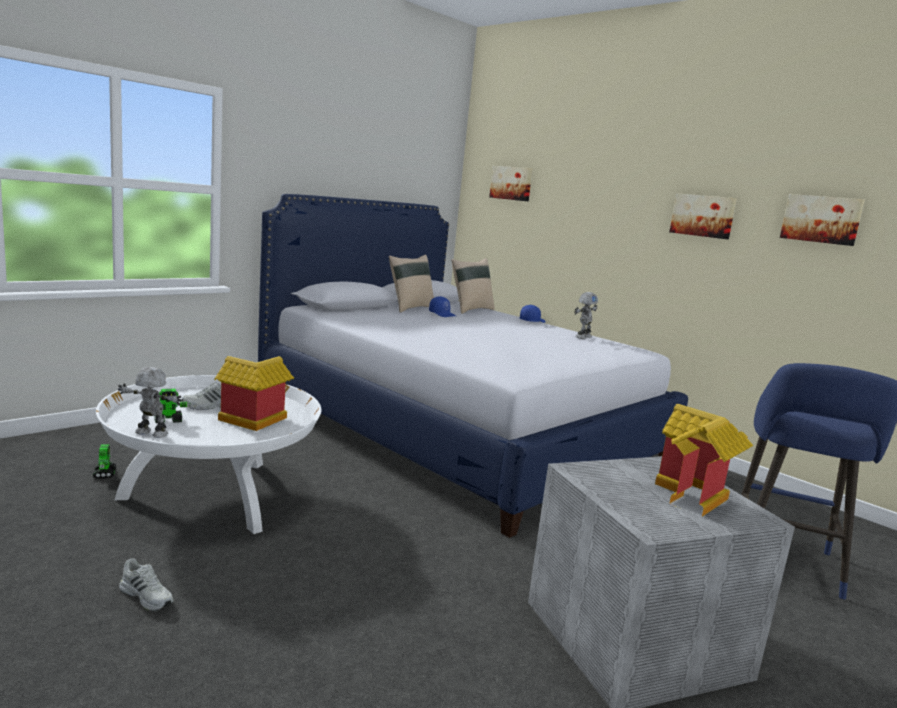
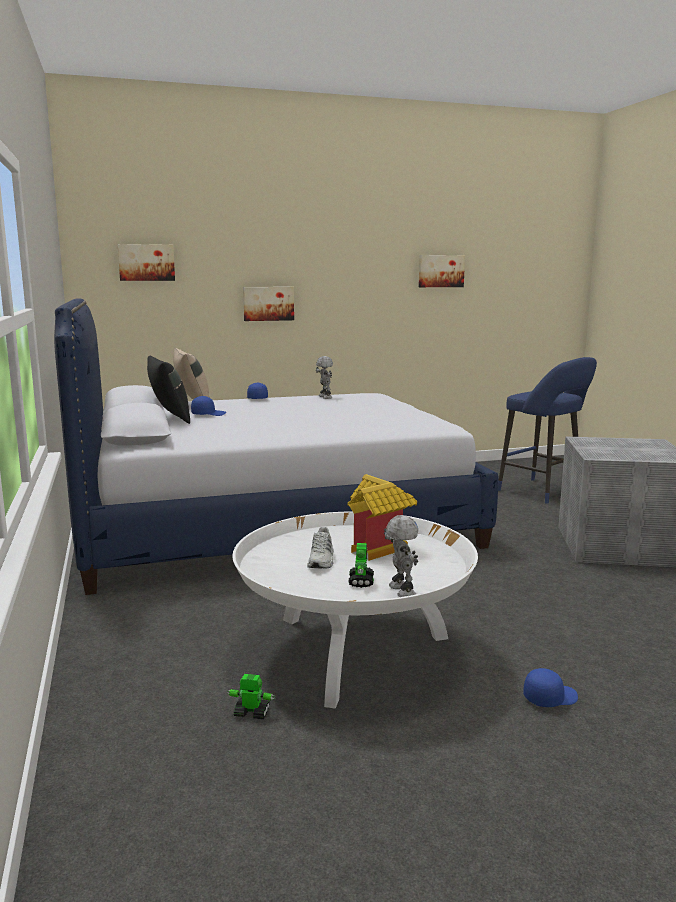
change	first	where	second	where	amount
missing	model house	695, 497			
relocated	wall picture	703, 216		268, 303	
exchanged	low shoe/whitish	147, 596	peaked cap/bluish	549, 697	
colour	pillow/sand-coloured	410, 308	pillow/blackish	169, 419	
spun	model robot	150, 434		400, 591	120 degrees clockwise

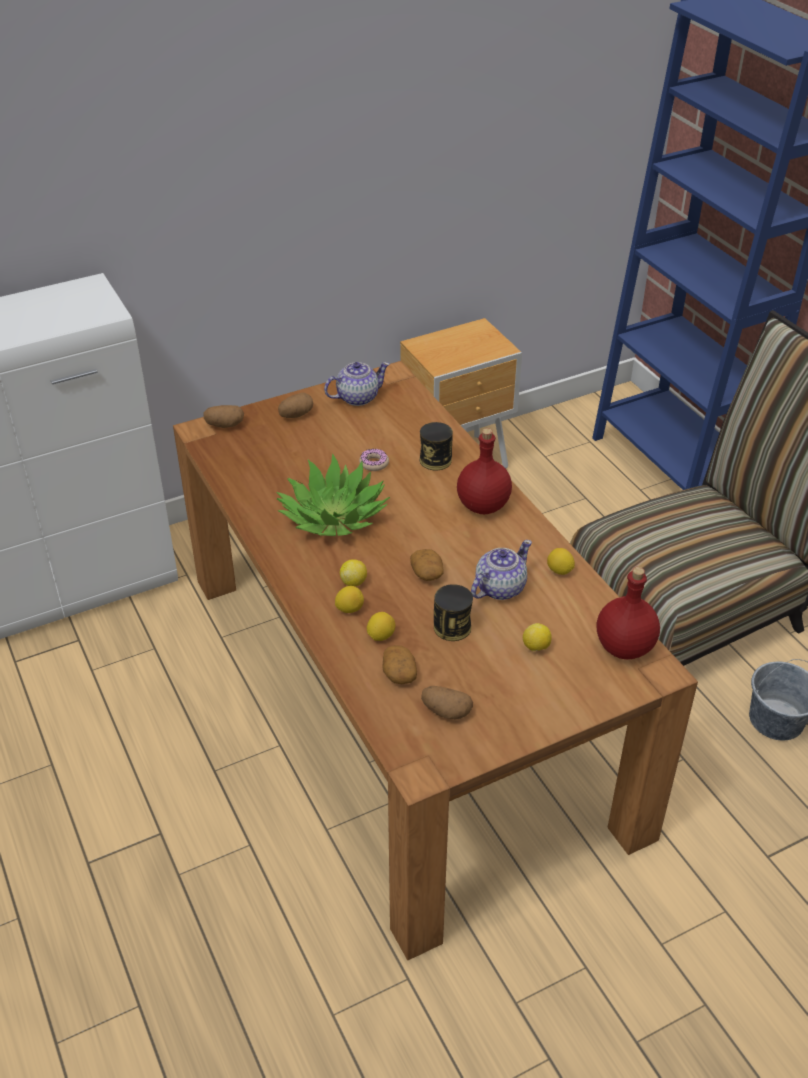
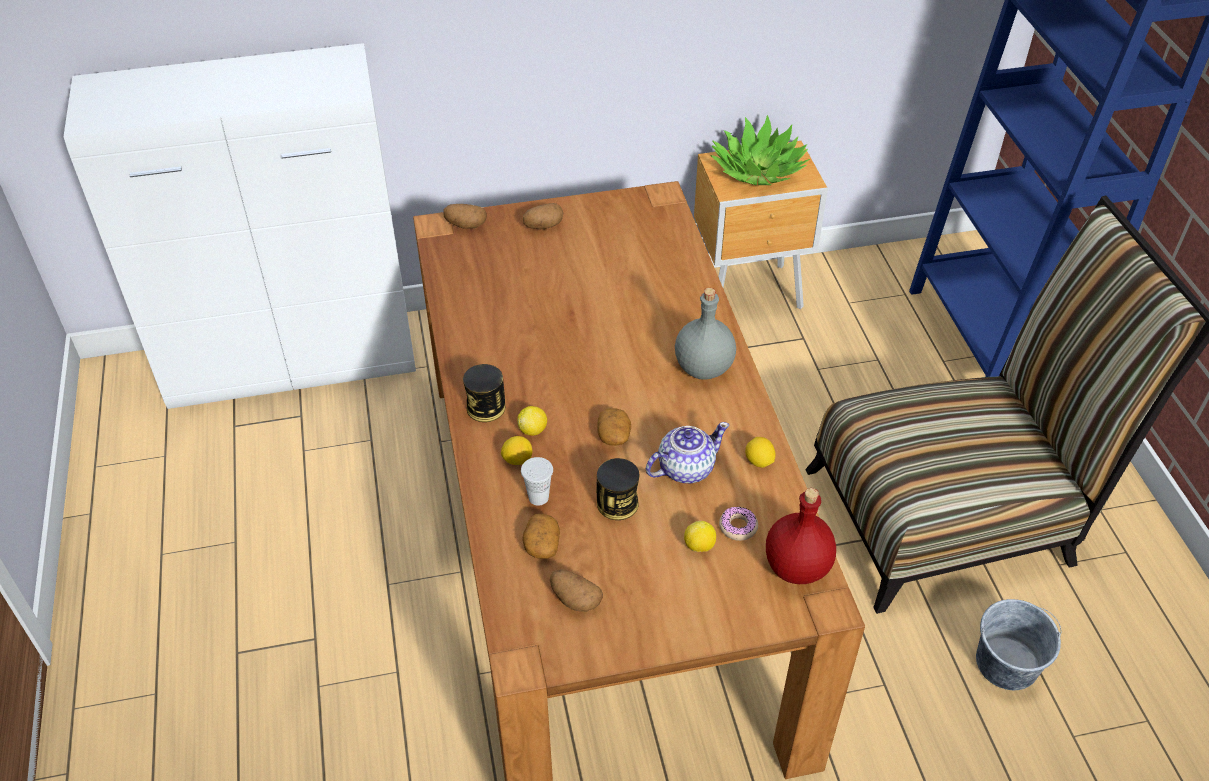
change	first	where	second	where	amount
missing	tea pot	357, 397			
relocated	houseplant	333, 516		757, 170	
relocated	ring doughnut	374, 463		738, 527	
relocated	metal can	435, 460		486, 407	
exchanged	lemon	381, 636	drinking cup/whitish	538, 497	
colour	bottle/red-coloured	482, 506	bottle/gray	702, 368	

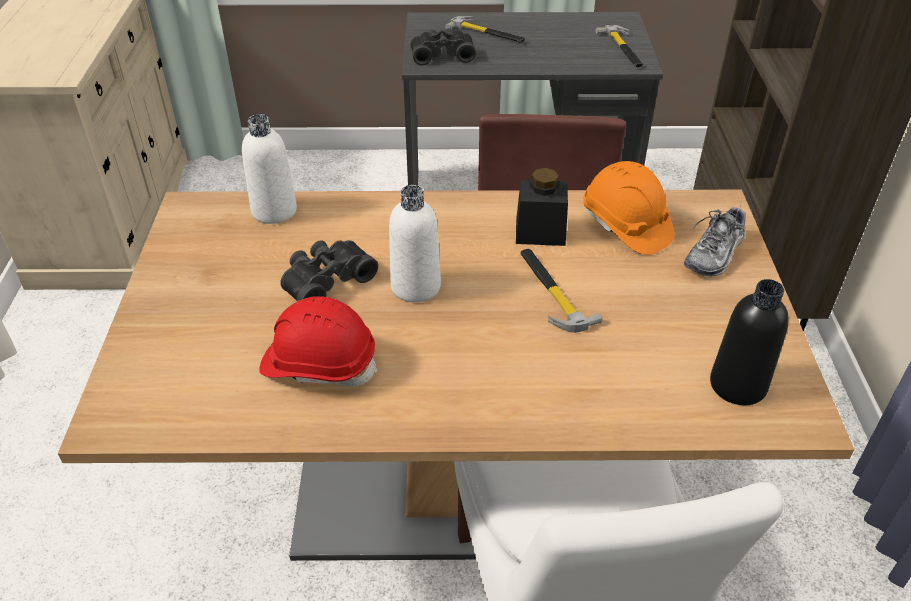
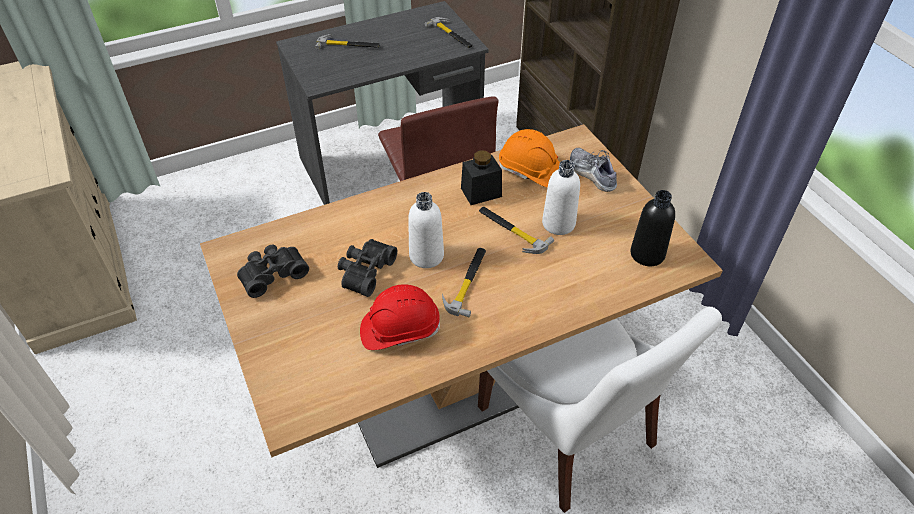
change	first	where	second	where	amount
appeared			hand hammer	467, 282	
relocated	bottle/whitish	274, 211		558, 223	
relocated	pair of binoculars/blackish	442, 54		272, 274	
spun	low shoe	714, 254		592, 174	135 degrees clockwise

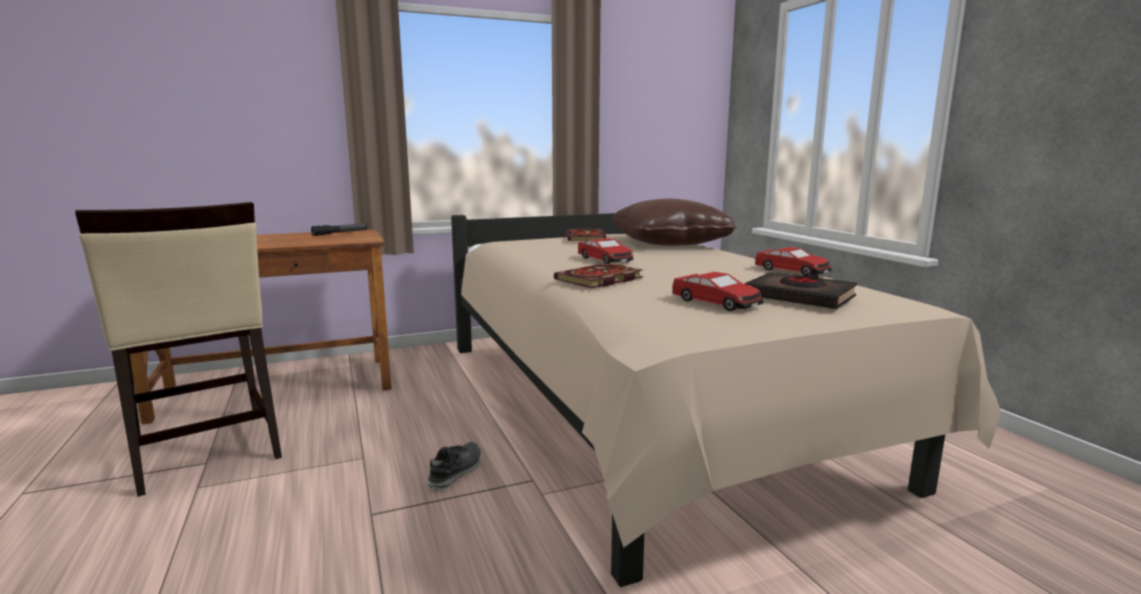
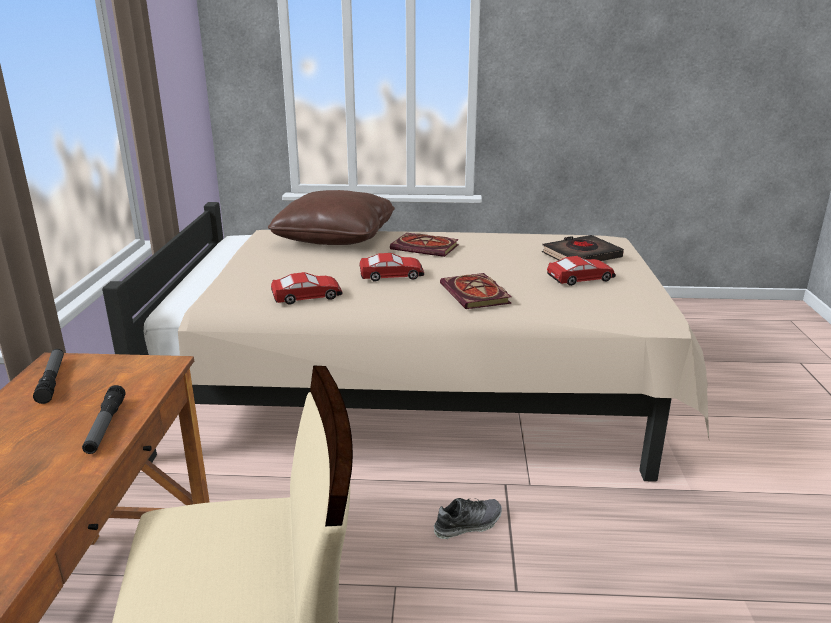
change	first	where	second	where	amount
appeared			flashlight	105, 426	
relocated	bound book	586, 238		426, 247	
relocated	toy car	792, 271		307, 296	
spun	low shoe	455, 473		468, 525	105 degrees clockwise

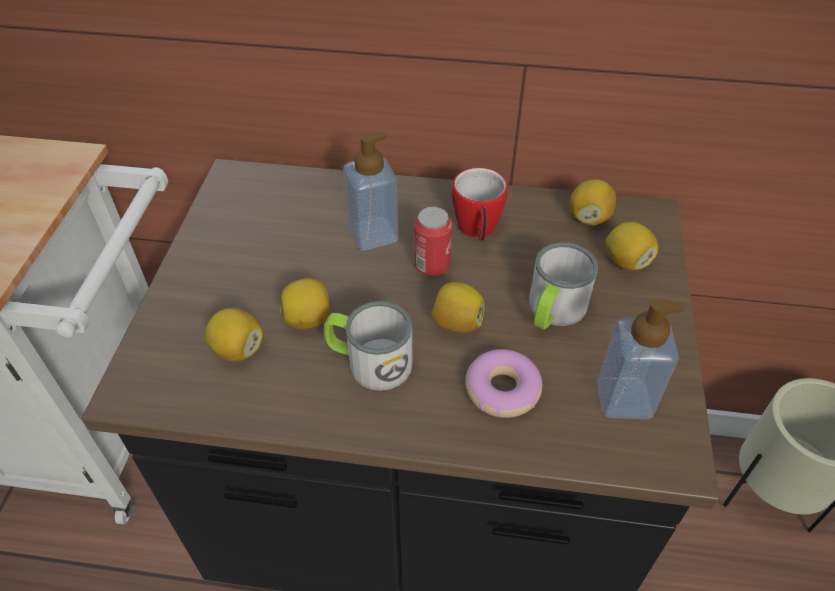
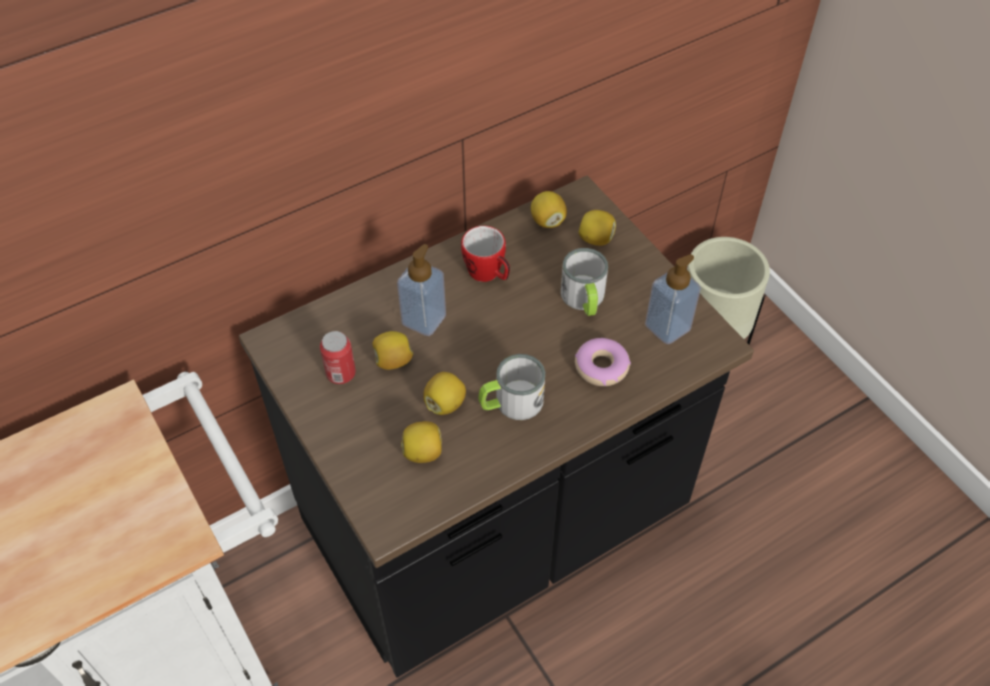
change	first	where	second	where	amount
relocated	metal can	432, 266		341, 373	
relocated	lemon	457, 322		393, 361	

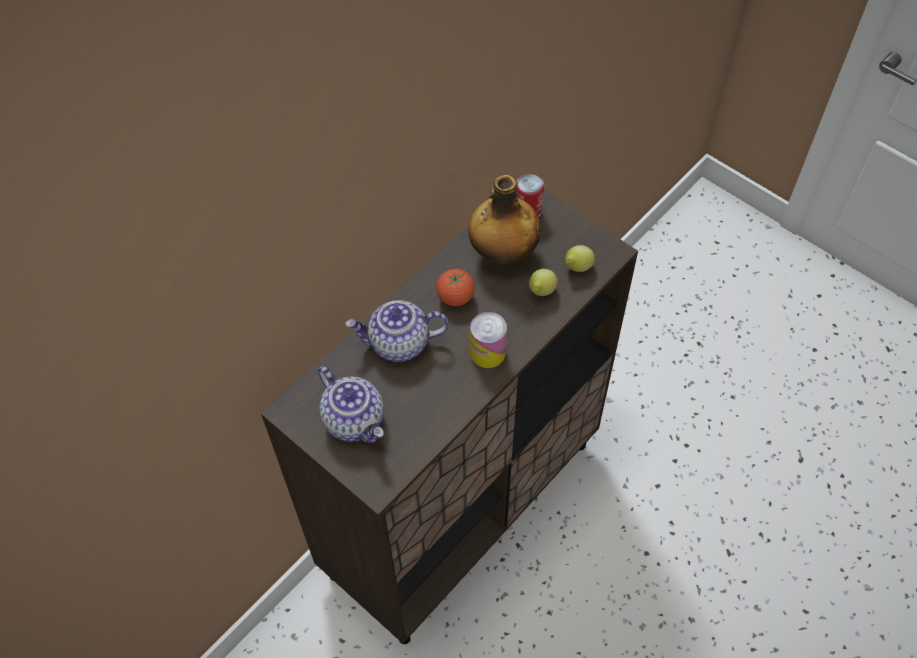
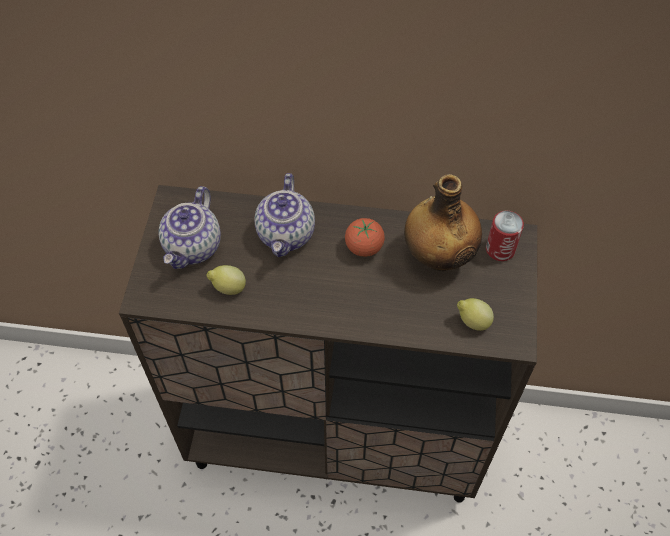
change	first	where	second	where	amount
missing	metal can	487, 352			
relocated	lemon	541, 292		228, 288	
spun	tea pot	399, 344		286, 234	135 degrees counterclockwise

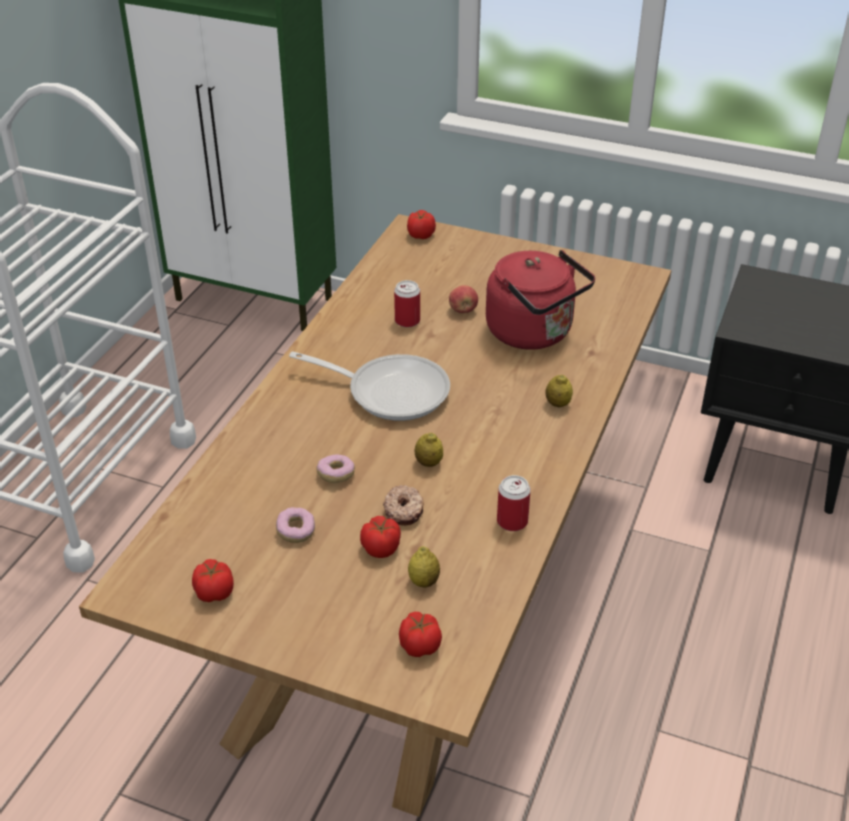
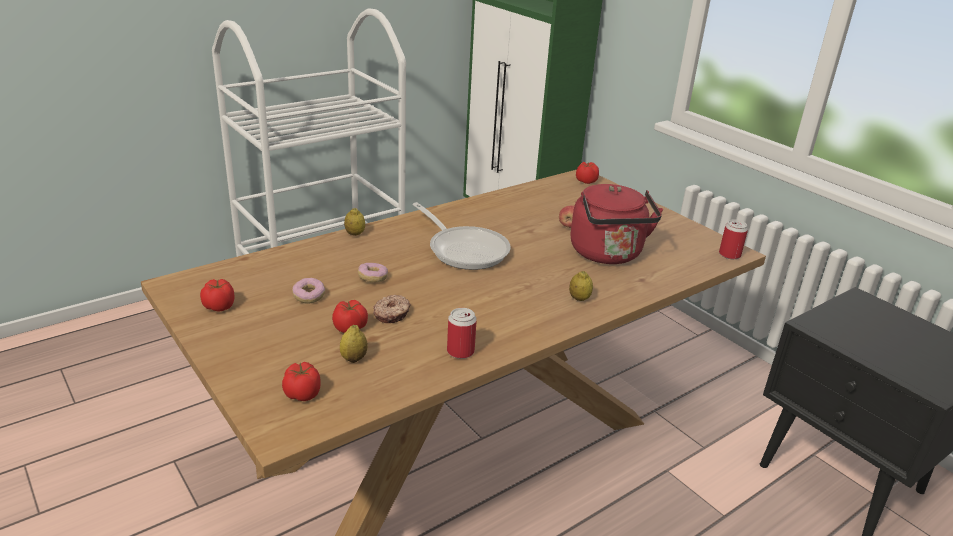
change	first	where	second	where	amount
relocated	metal can	407, 321		729, 255	
relocated	lemon	428, 463		355, 234	

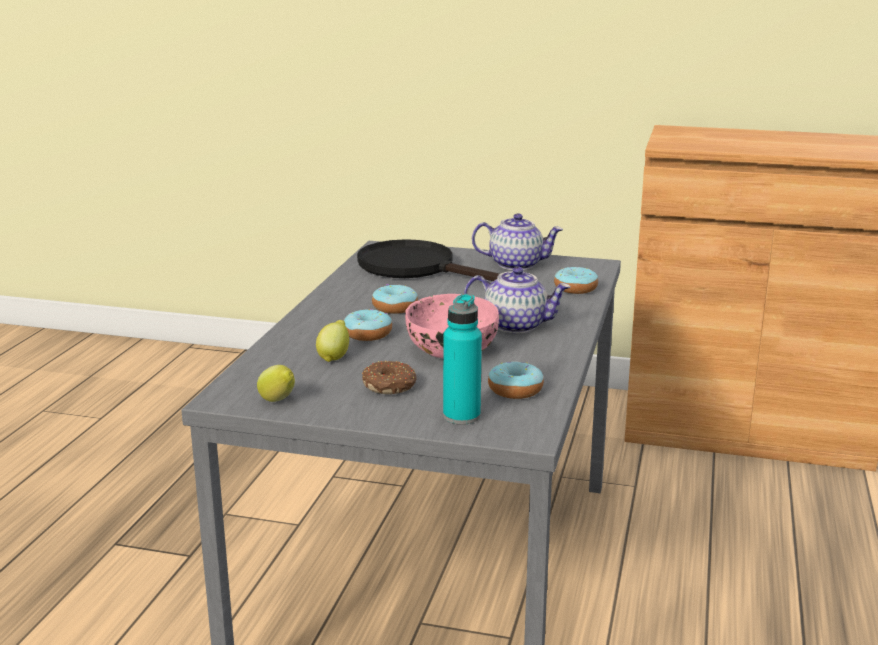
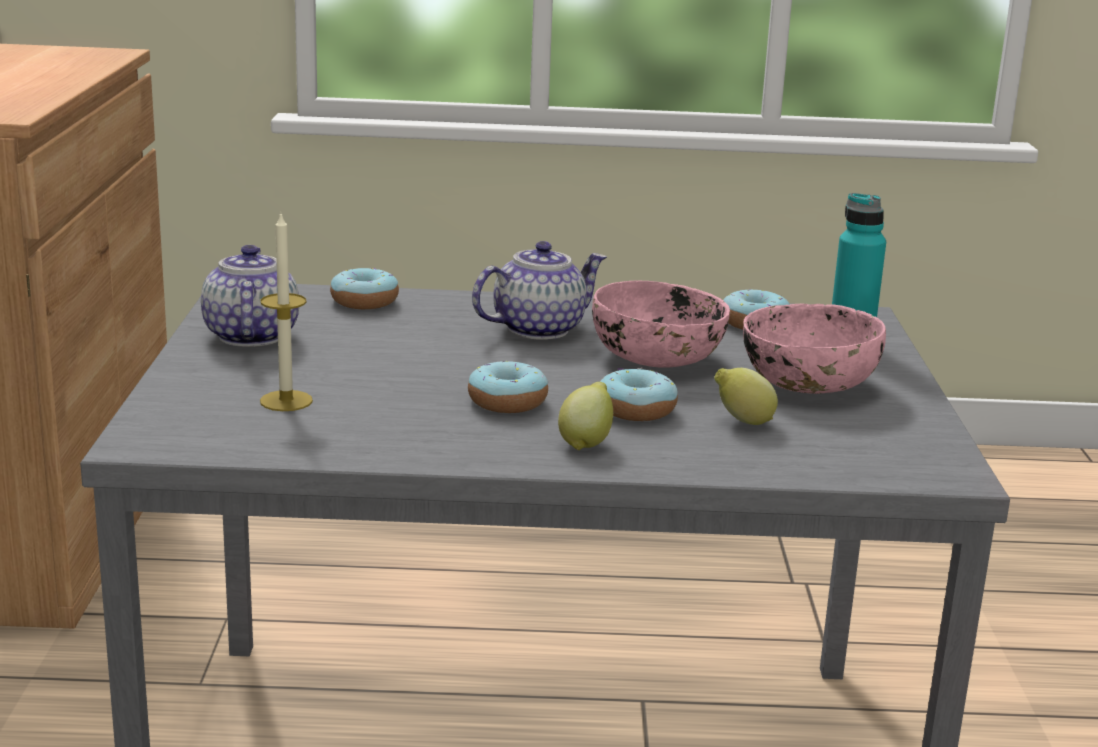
change	first	where	second	where	amount
relocated	lemon	278, 401		586, 442	
exchanged	skillet/blackish	418, 268	wax light	286, 401	
exchanged	ring doughnut	390, 386	bowl/pinkish	806, 381	
spun	tea pot	516, 325		539, 328	60 degrees clockwise

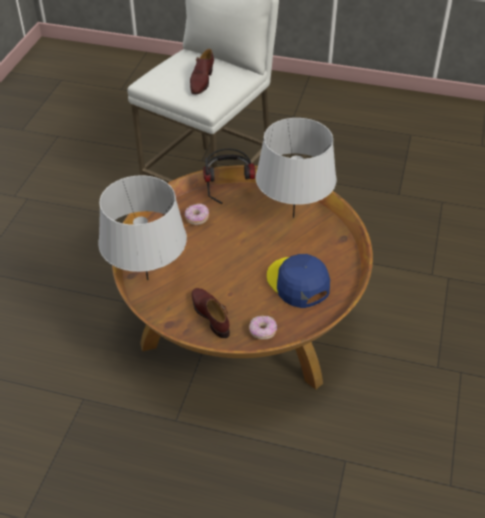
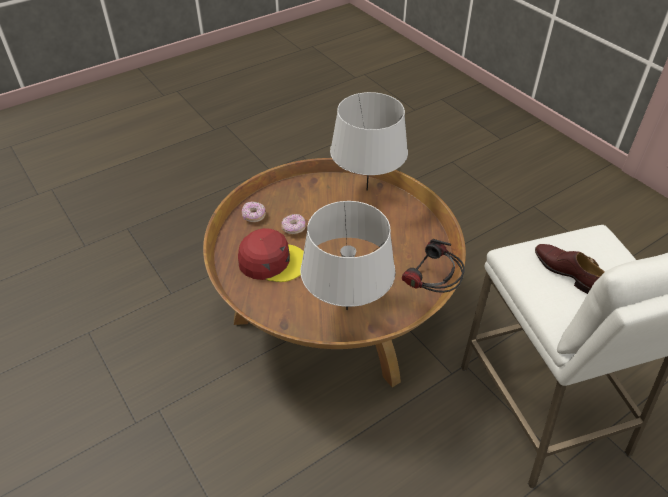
change	first	where	second	where	amount
missing	low shoe/brownish	210, 315			
relocated	ring doughnut	197, 218		293, 228	
colour	peaked cap/bluish	297, 283	peaked cap/red-coloured	272, 261	

